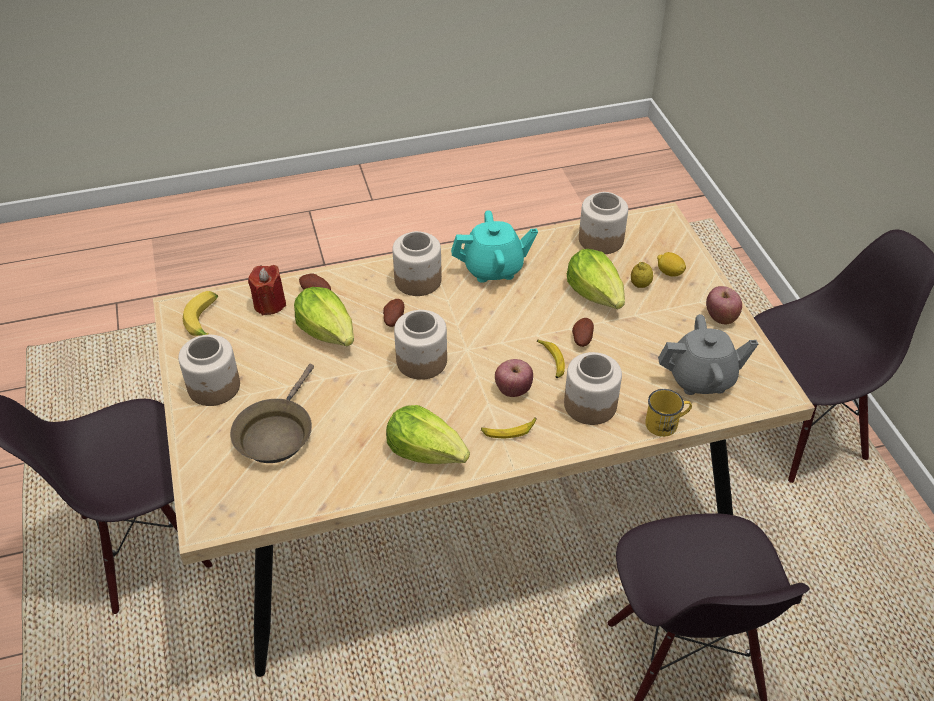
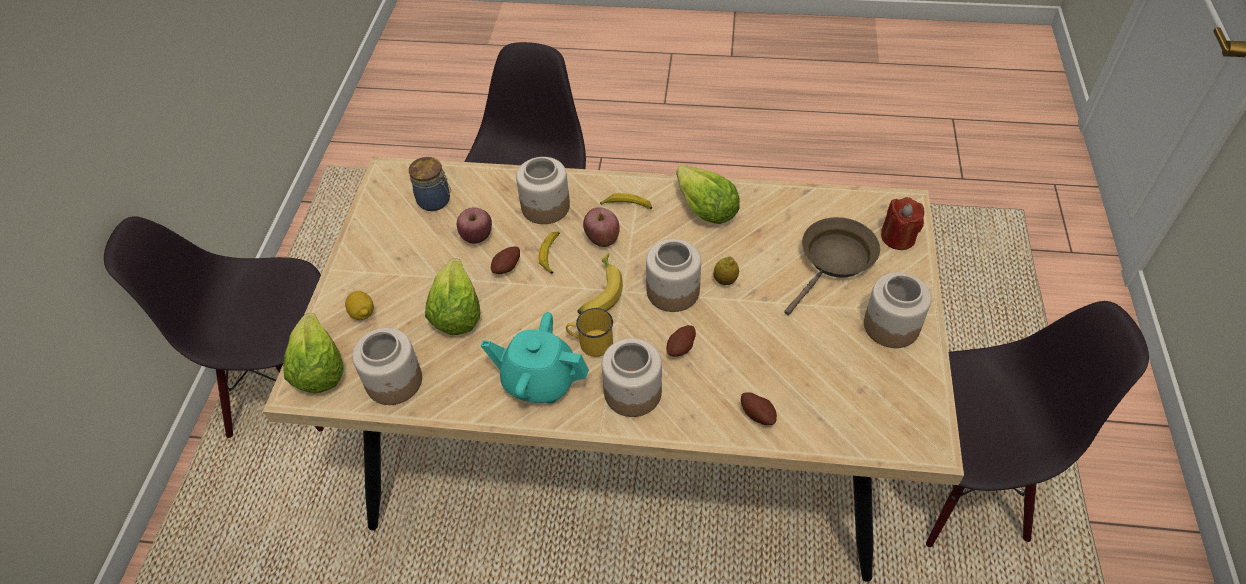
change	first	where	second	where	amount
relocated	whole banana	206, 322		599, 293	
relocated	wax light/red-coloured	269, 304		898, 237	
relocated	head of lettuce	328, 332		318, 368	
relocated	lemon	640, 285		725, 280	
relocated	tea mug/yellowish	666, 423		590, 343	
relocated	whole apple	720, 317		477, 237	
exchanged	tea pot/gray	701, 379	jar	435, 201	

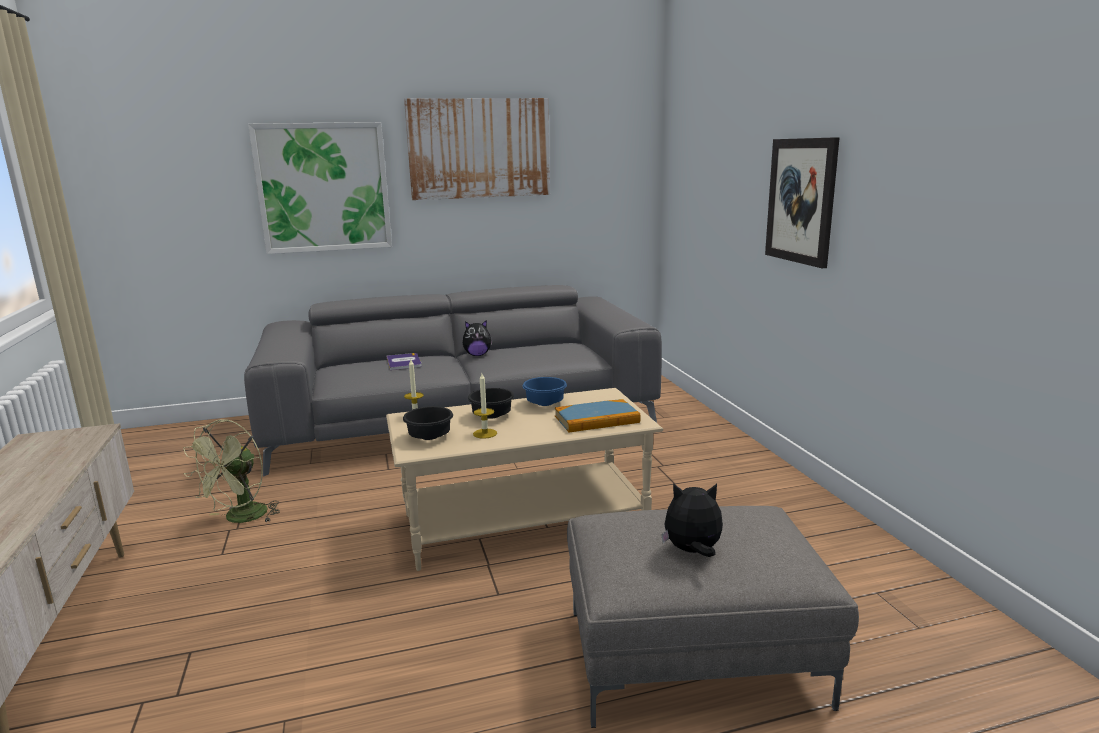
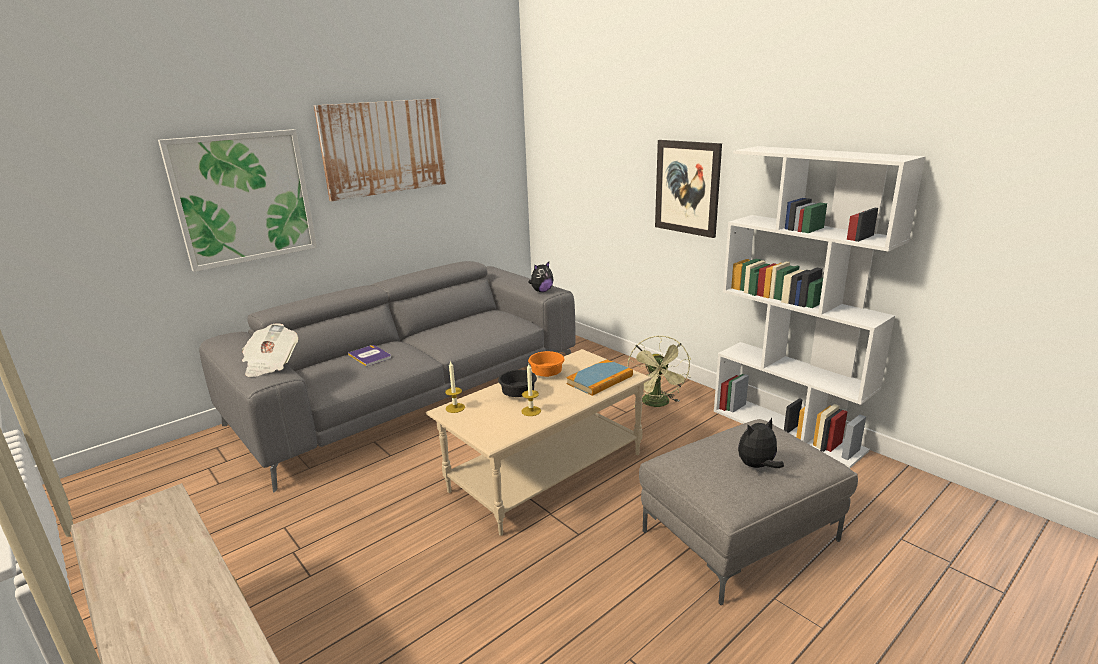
change	first	where	second	where	amount
missing	bowl/blackish	428, 437			
appeared			newspaper	270, 364	
appeared			shelving unit/whitish	787, 430	
relocated	cooling fan/green	241, 519		658, 404	
relocated	plush toy	477, 355		541, 291	
colour	bowl/bluish	546, 404	bowl/orange-coloured	548, 374	

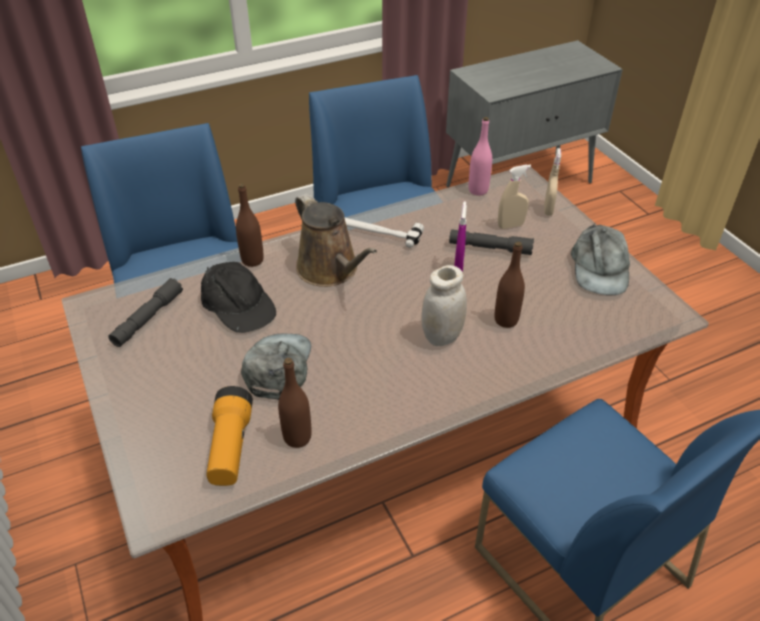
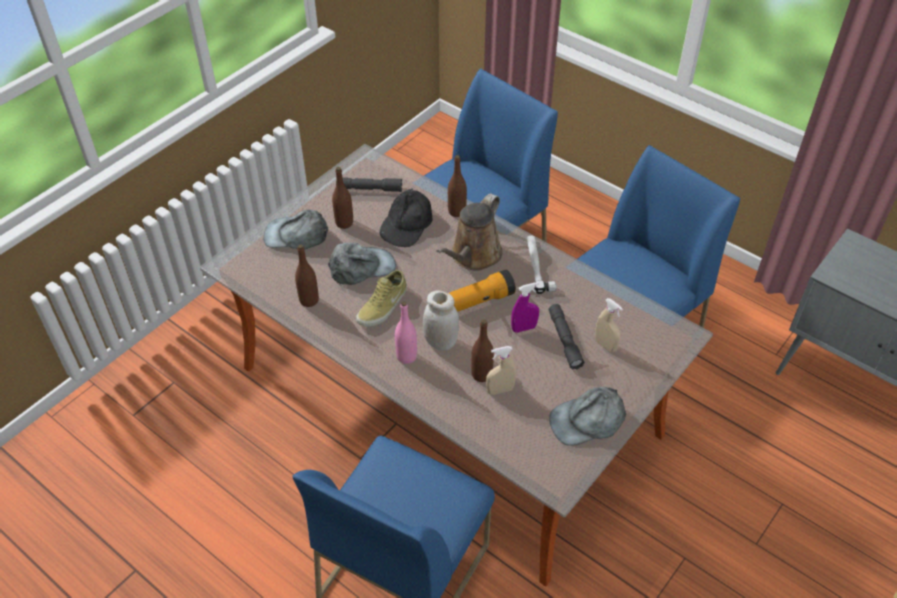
change	first	where	second	where	amount
appeared			peaked cap/gray	296, 235	
appeared			bottle/brownish	344, 223	
appeared			low shoe/sand-coloured	383, 306	
relocated	flashlight	230, 447		480, 300	
relocated	bottle/pinkish	478, 190		406, 356	
relocated	spray bottle/sand-coloured	548, 209		500, 390	

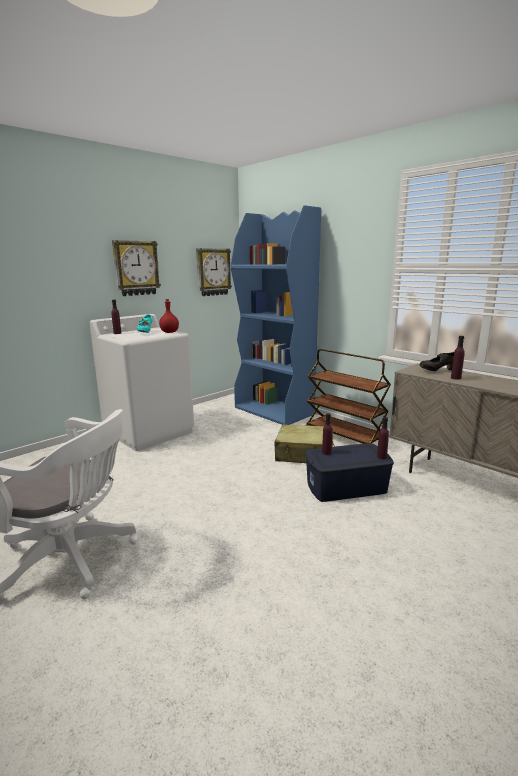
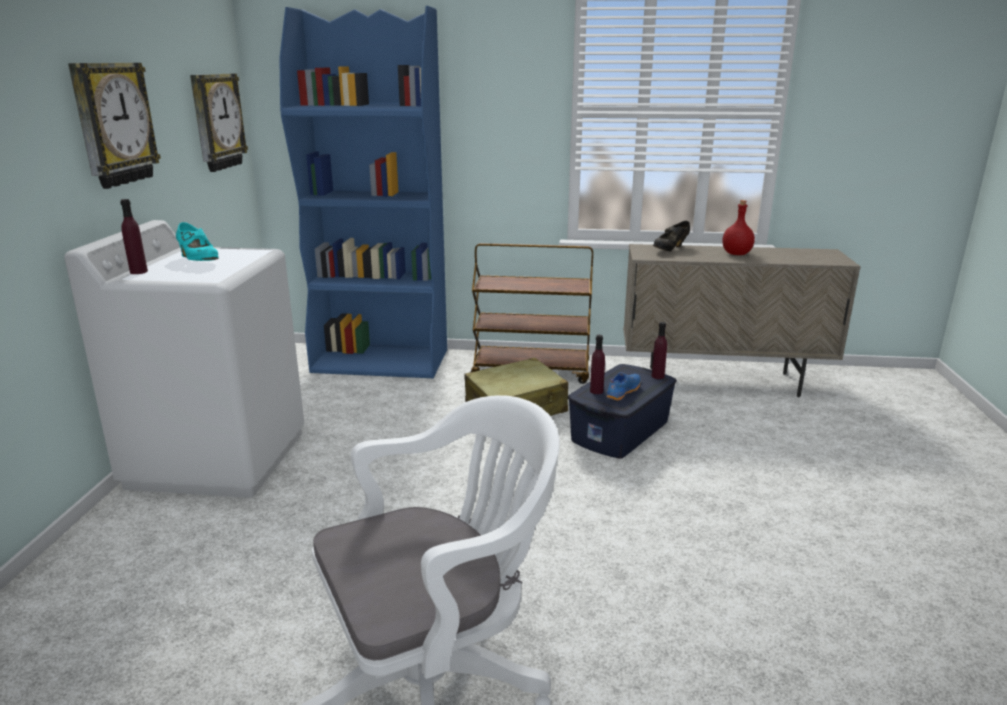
change	first	where	second	where	amount
missing	bottle/purple-coloured	455, 378			
appeared			low shoe/bluish	622, 392	
relocated	bottle/red-coloured	169, 332		736, 254	

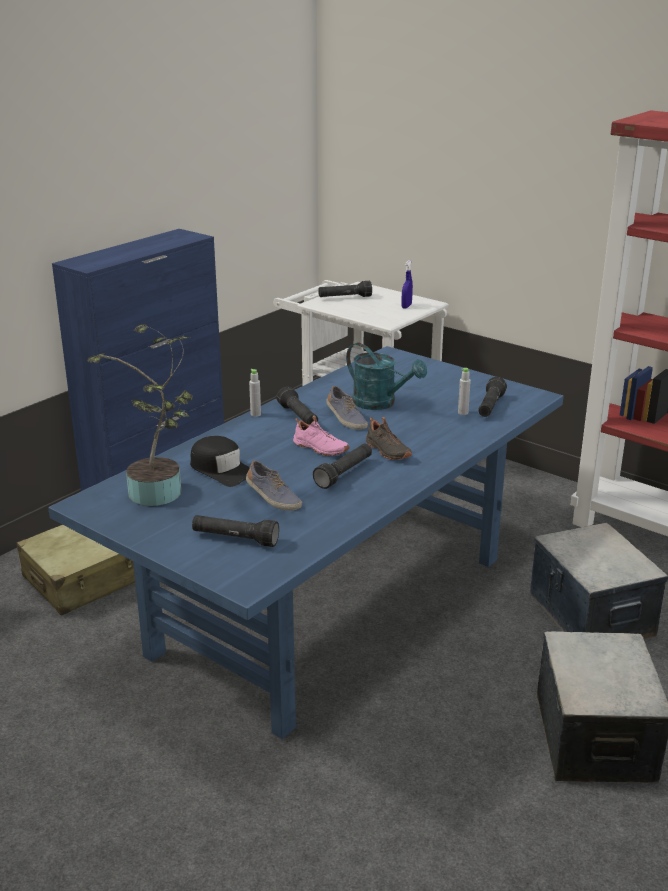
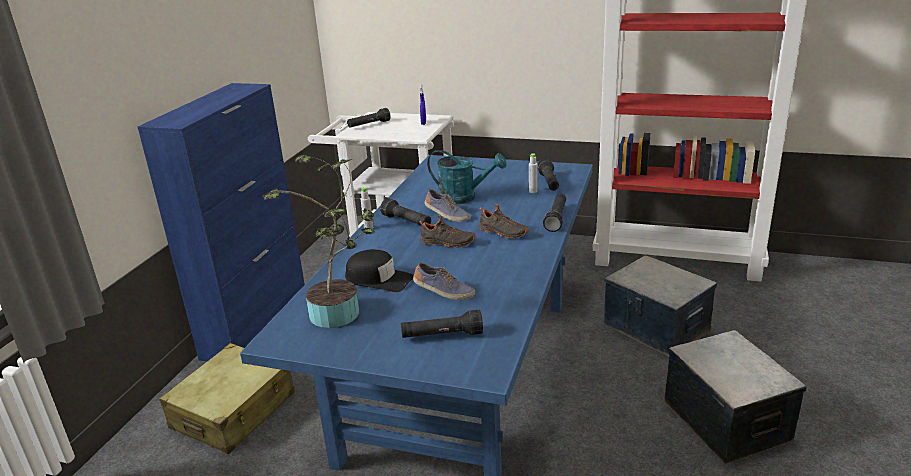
change	first	where	second	where	amount
relocated	flashlight/blackish	344, 473		556, 218	
colour	low shoe/pinkish	320, 449	low shoe/blackish	447, 243	

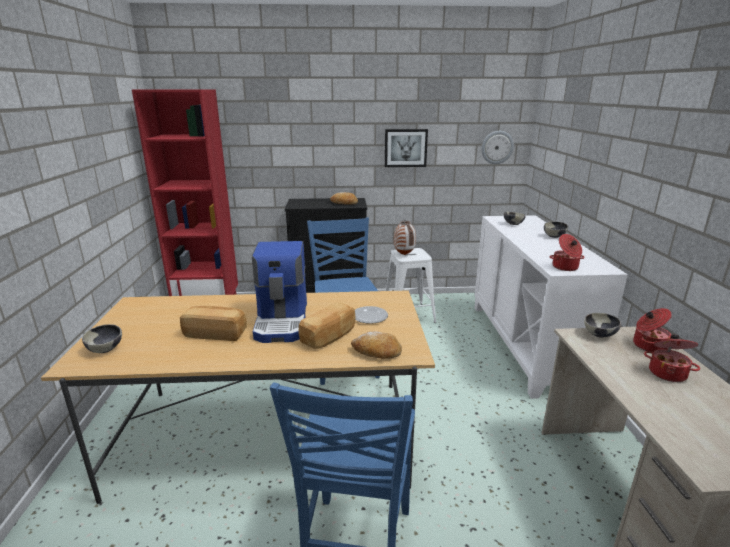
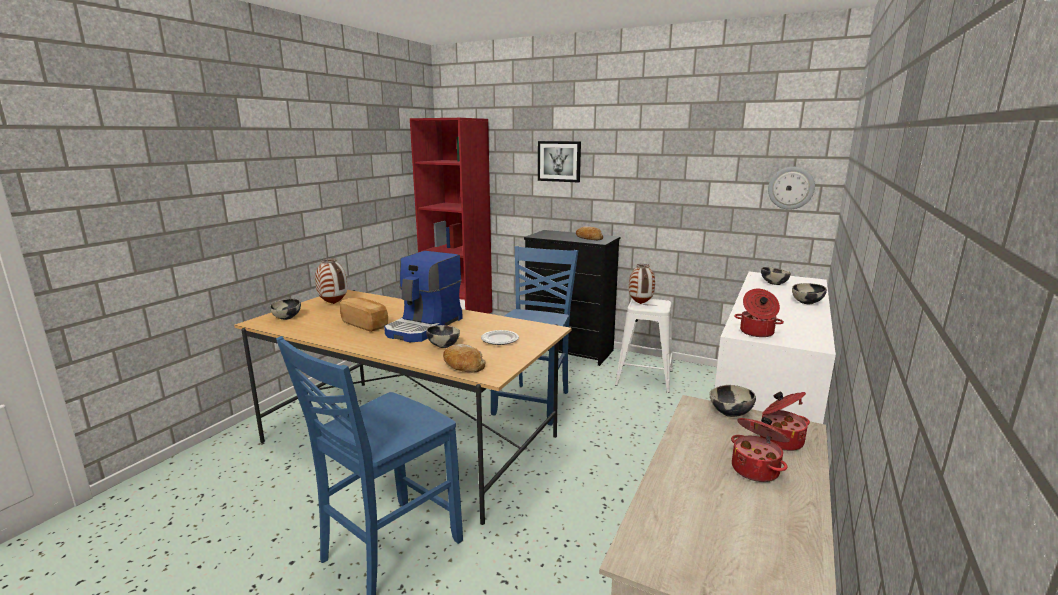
change	first	where	second	where	amount
appeared			vase	334, 303	
relocated	wall picture	405, 148		559, 161	
exchanged	bakery bread	329, 337	bowl	443, 346	

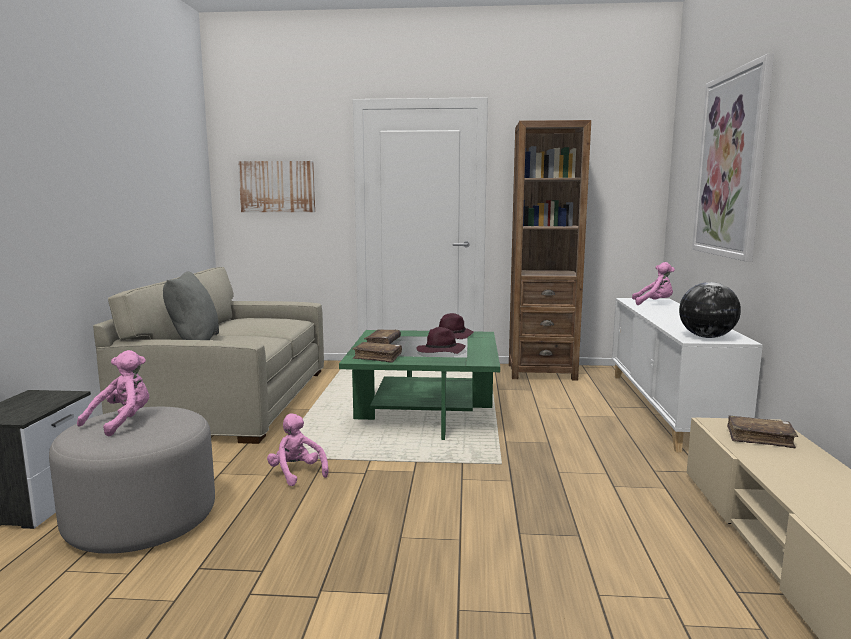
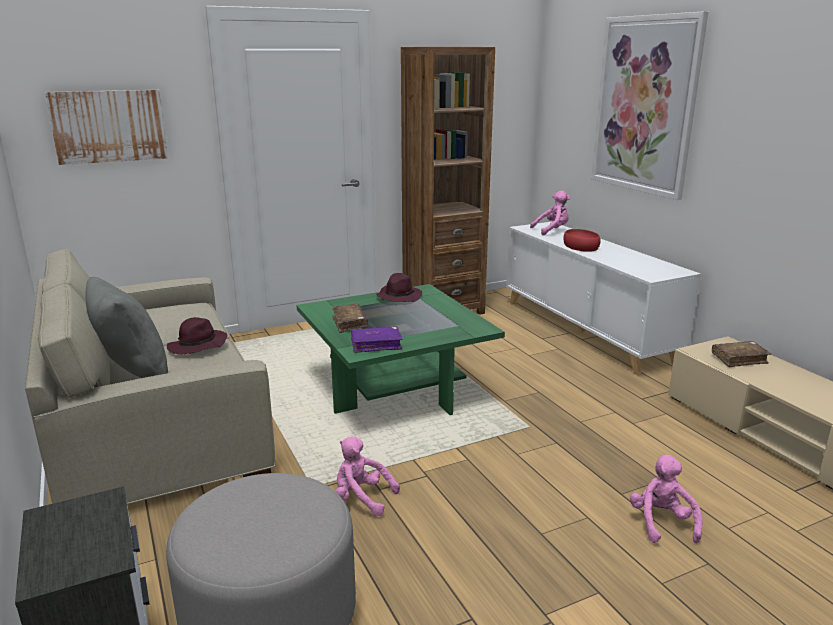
change	first	where	second	where	amount
missing	world globe	707, 337			
appeared			bowl/red-coloured	580, 246	
relocated	plush toy/pinkish	122, 422		661, 523	
relocated	clothing hat/purple-coloured	440, 352		197, 346	
colour	bound book/brownish	377, 357	bound book/purple-coloured	376, 345	

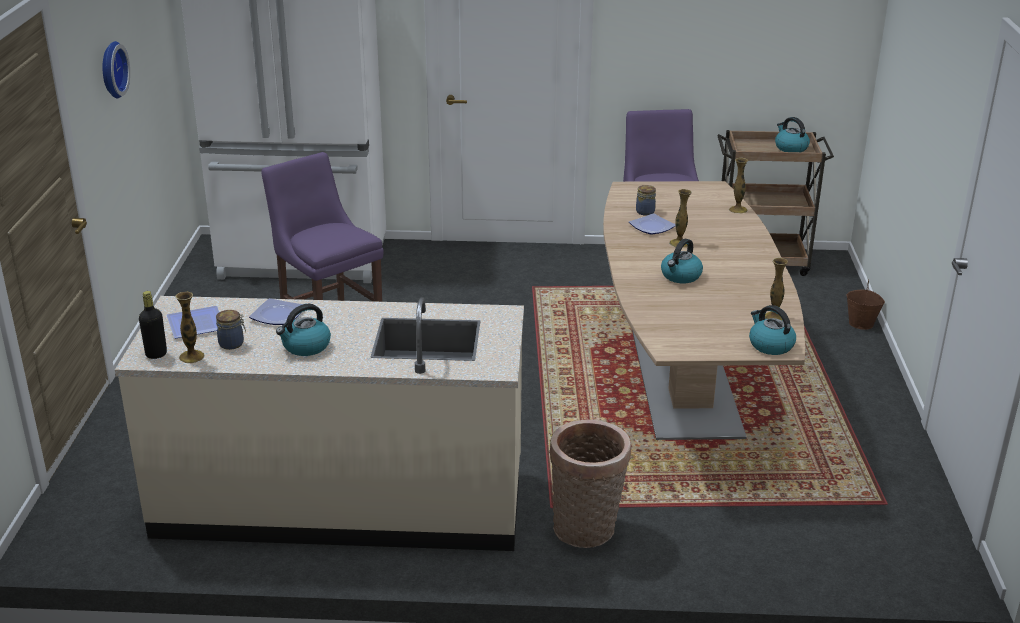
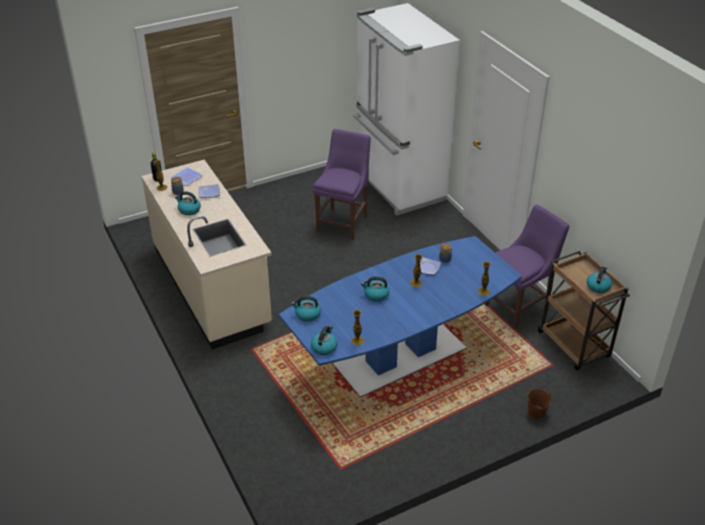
change	first	where	second	where	amount
missing	clock on the wall	111, 69			
missing	household basket	586, 531			
appeared			water kettle	307, 315	
colour	dinner table/brownish	684, 380	dinner table/bluish	400, 357	

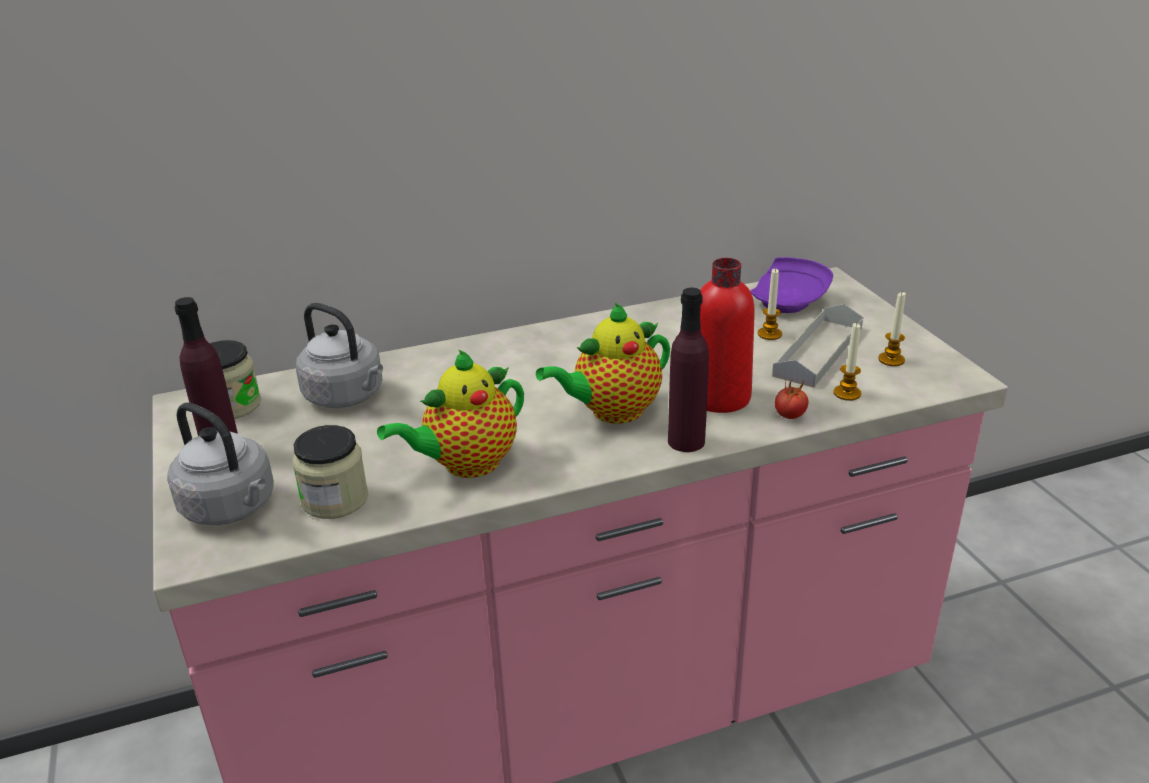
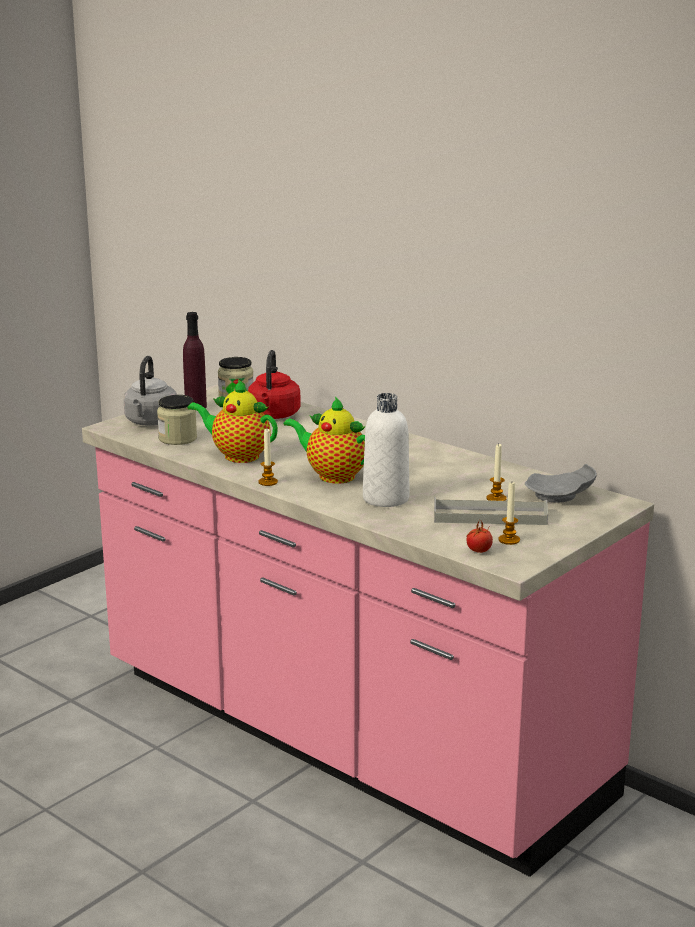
change	first	where	second	where	amount
missing	bottle/purple-coloured	686, 441			
relocated	fresh tomato	790, 416		478, 551	
relocated	wax light	847, 393		268, 482	
colour	water kettle/gray	347, 396	water kettle/red-coloured	273, 416	
colour	bottle/red-coloured	719, 397	bottle/whitish	386, 499	
colour	dinner plate/purple-coloured	789, 301	dinner plate/gray	561, 496	

